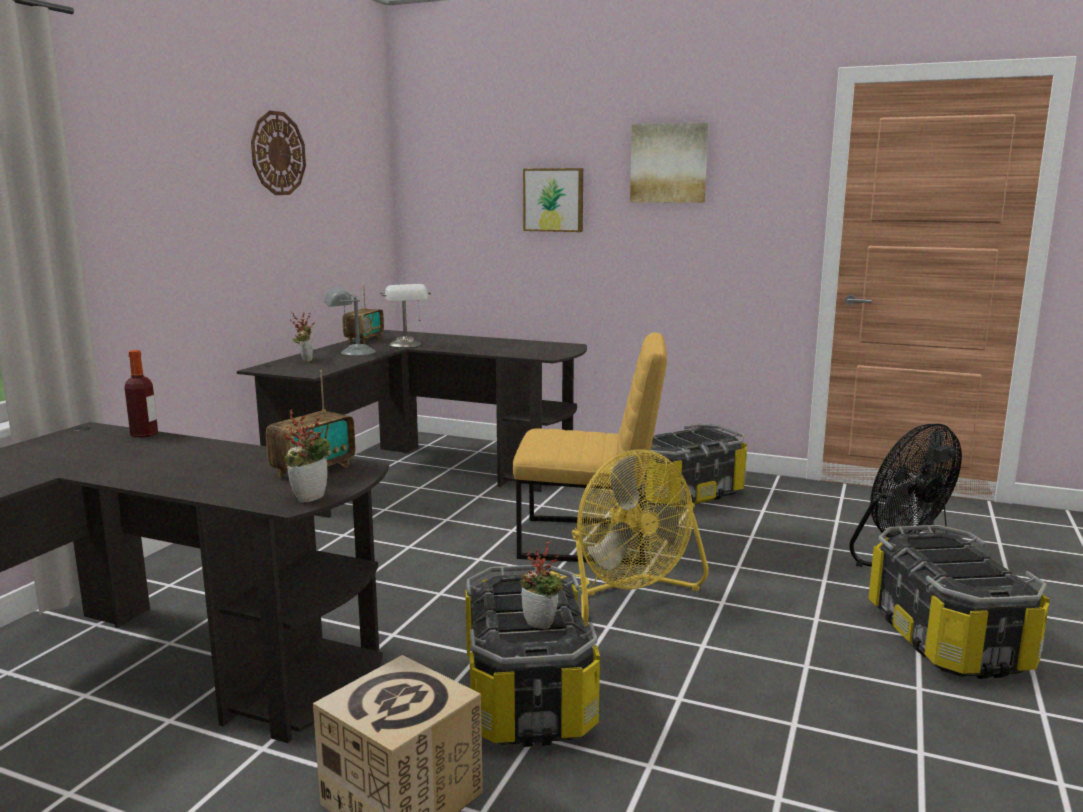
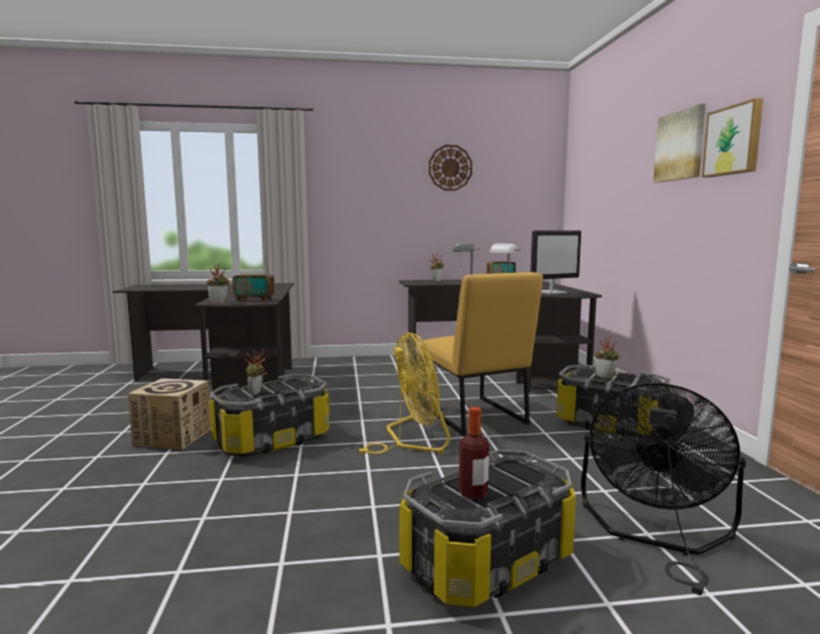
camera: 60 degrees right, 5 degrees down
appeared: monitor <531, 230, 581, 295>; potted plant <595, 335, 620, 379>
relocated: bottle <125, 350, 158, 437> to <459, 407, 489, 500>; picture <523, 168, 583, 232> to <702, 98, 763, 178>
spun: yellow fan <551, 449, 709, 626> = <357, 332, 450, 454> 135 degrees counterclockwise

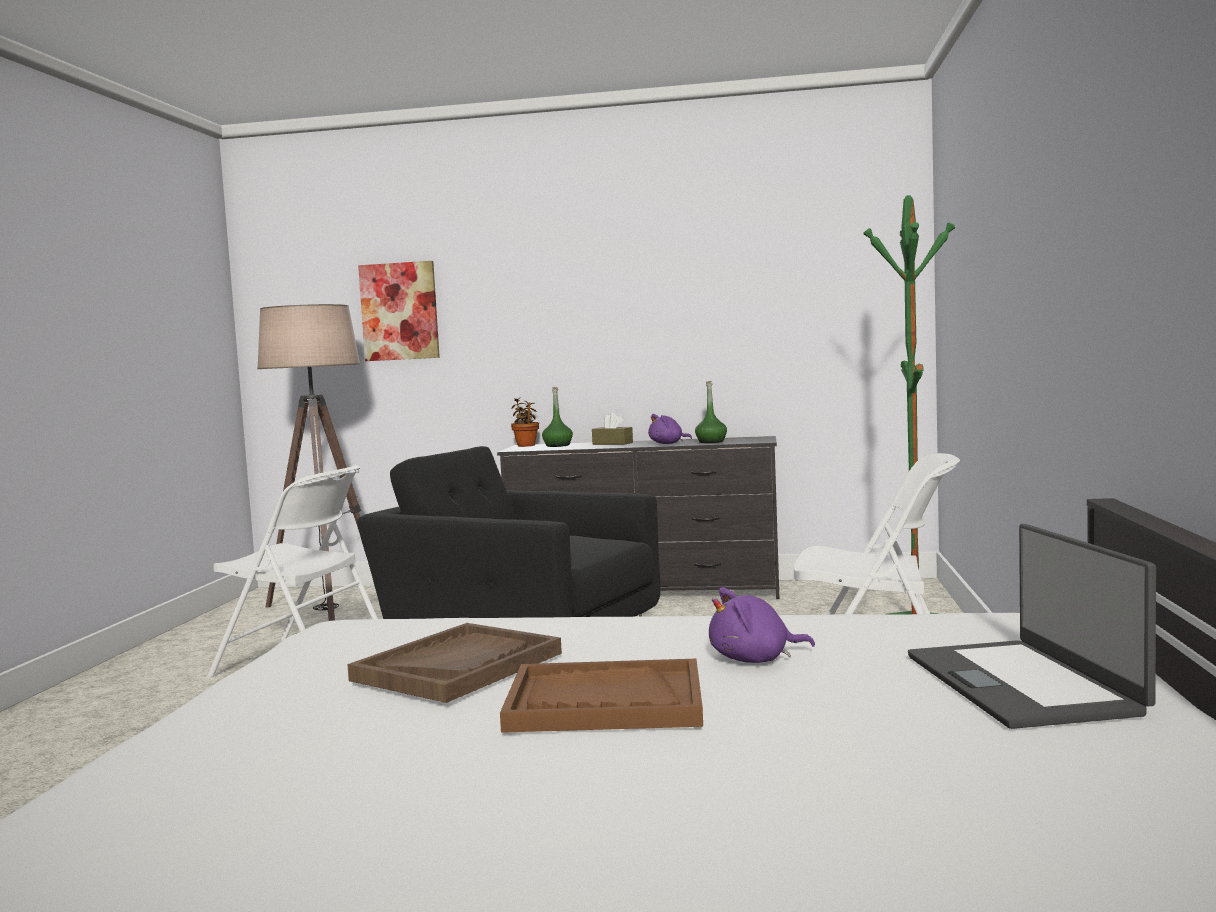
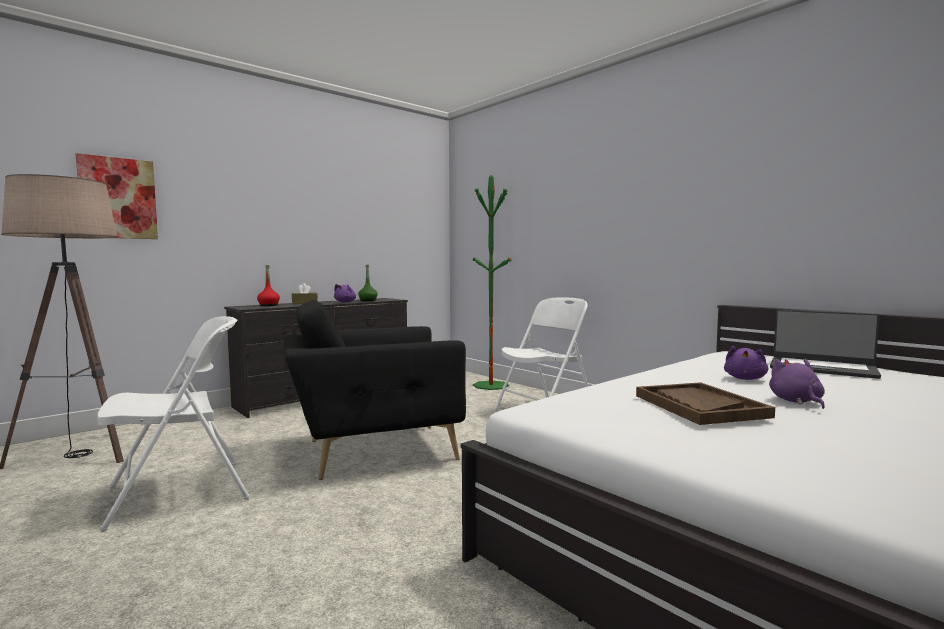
camera: 50 degrees left, 0 degrees up
missing: potted plant <511, 398, 539, 447>
exchanged: brown tray <500, 659, 703, 733> to purple plush toy <769, 359, 825, 409>
colour: green bottle <542, 387, 573, 447> to red bottle <257, 265, 280, 306>

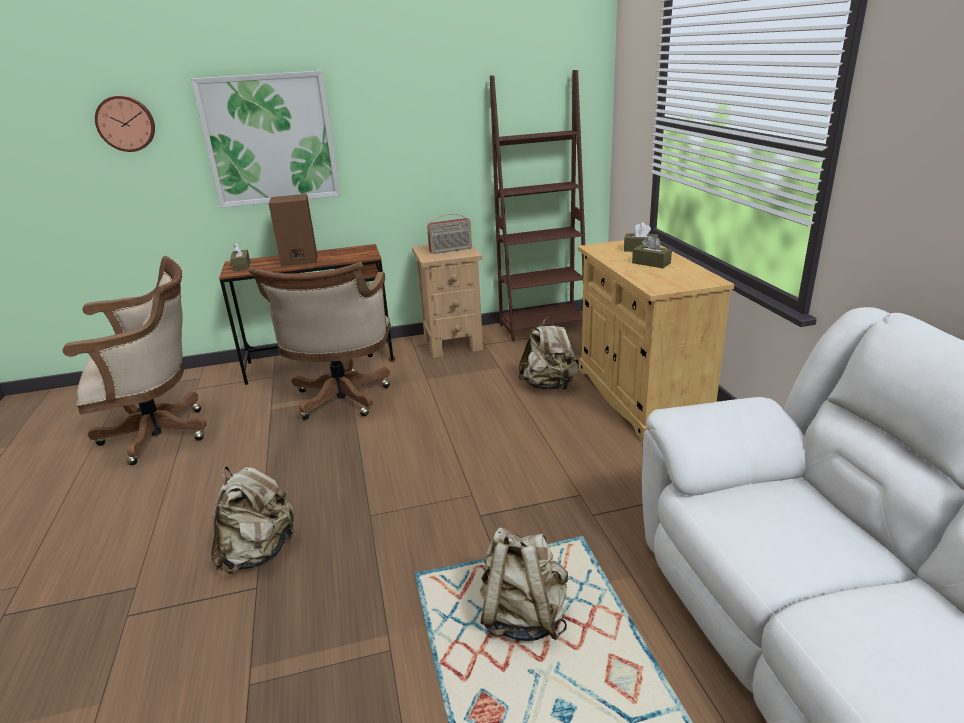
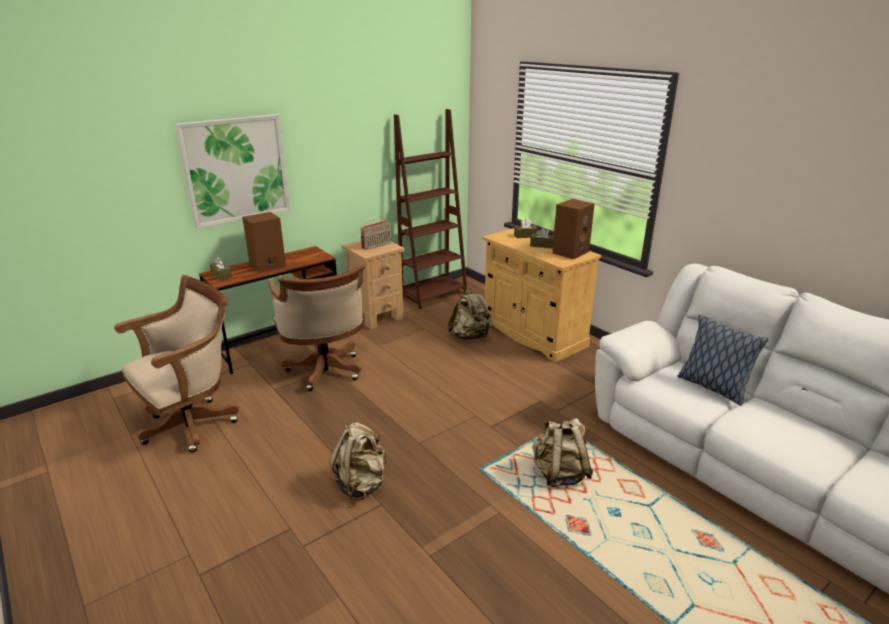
camera: 25 degrees left, 0 degrees up
missing: wall clock <95, 95, 155, 152>
appeared: brown speaker <552, 199, 595, 259>; pillow <677, 314, 768, 406>

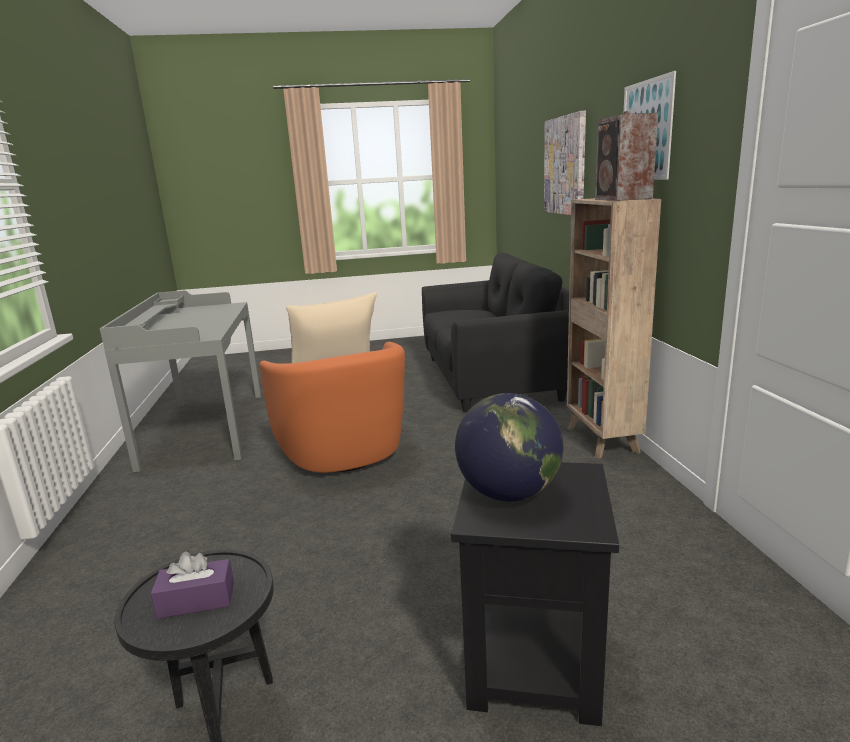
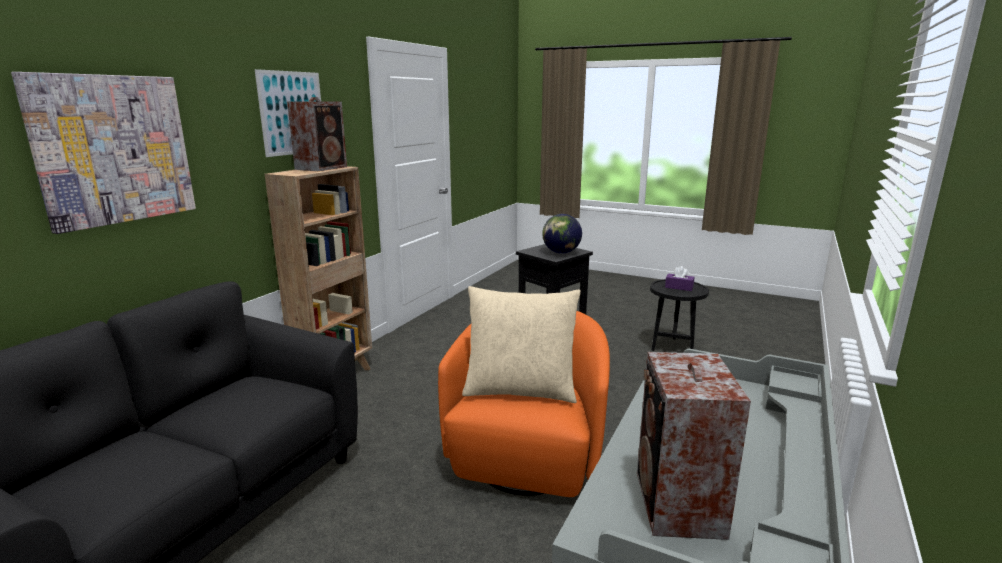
camera: 145 degrees left, 0 degrees up
appeared: speaker <637, 352, 751, 540>

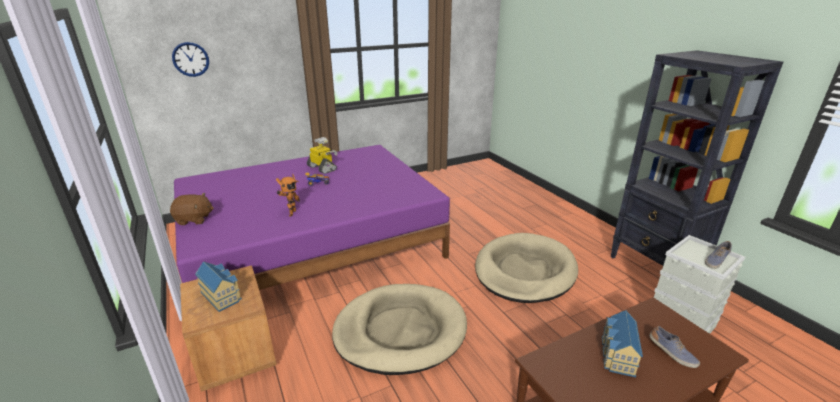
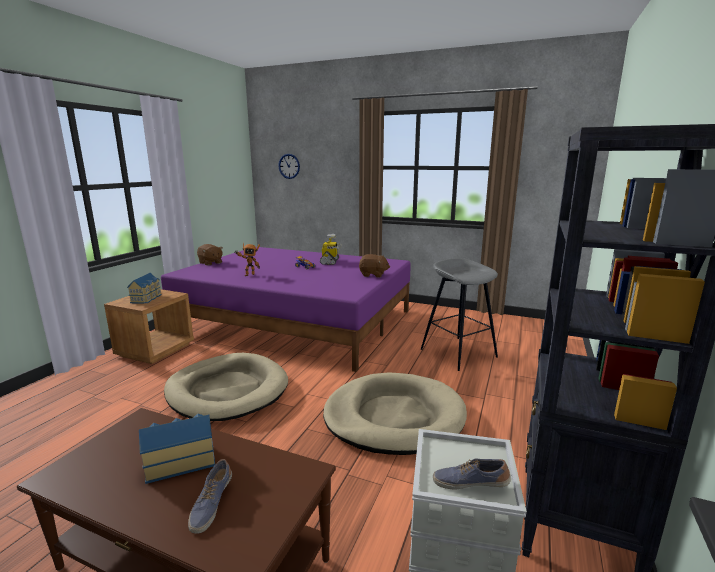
camera: 50 degrees right, 10 degrees down
appeared: brown plush toy <359, 254, 390, 278>; grey stool <421, 258, 498, 371>

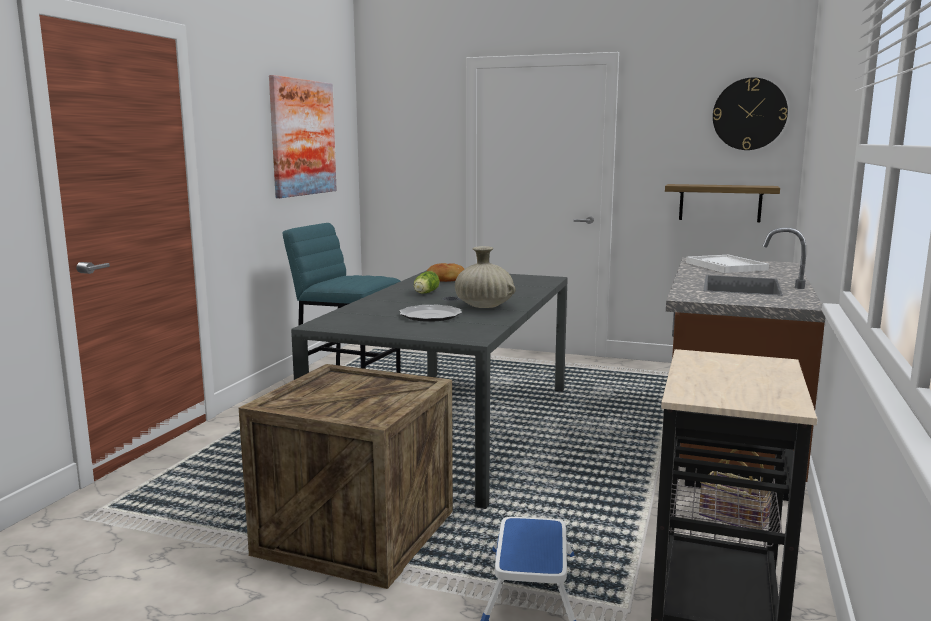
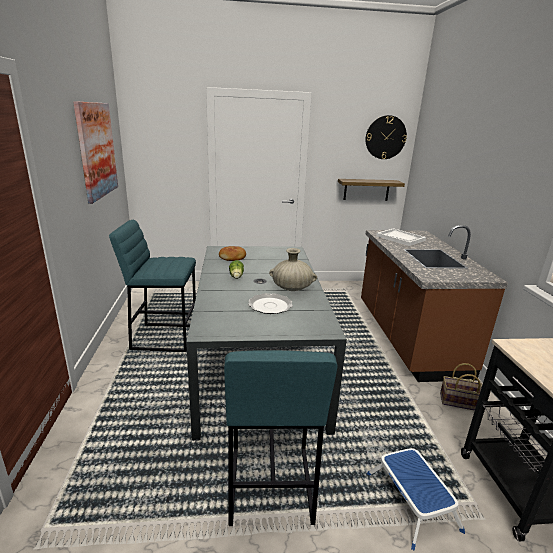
camera: 25 degrees left, 10 degrees up
exchanged: crate <239, 364, 453, 589> to turquoise stool <224, 350, 337, 526>

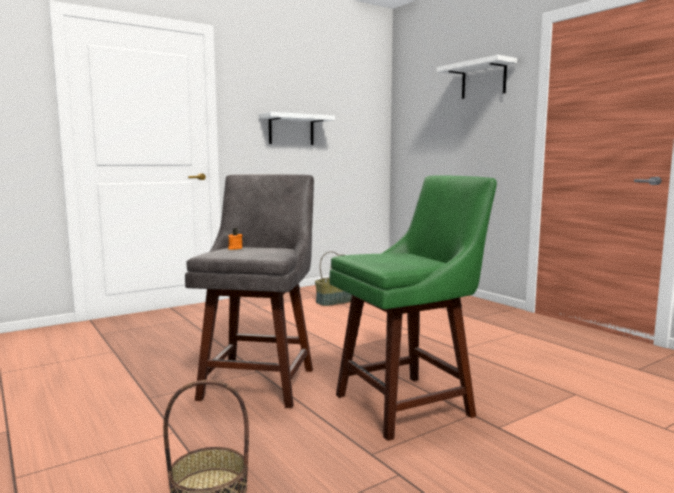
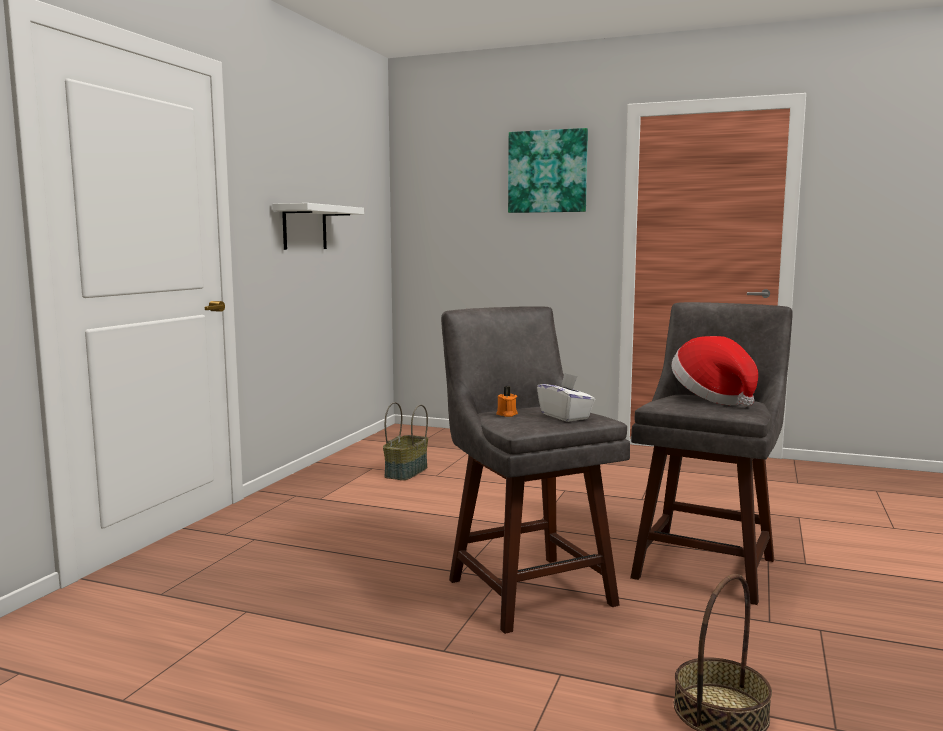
camera: 35 degrees left, 0 degrees up
appeared: white tissue box <537, 373, 595, 422>; hat <671, 336, 758, 407>
exchanged: white shelf <437, 55, 517, 99> to picture <508, 128, 588, 213>
colour: green stool <329, 175, 497, 441> to grey stool <630, 302, 793, 605>

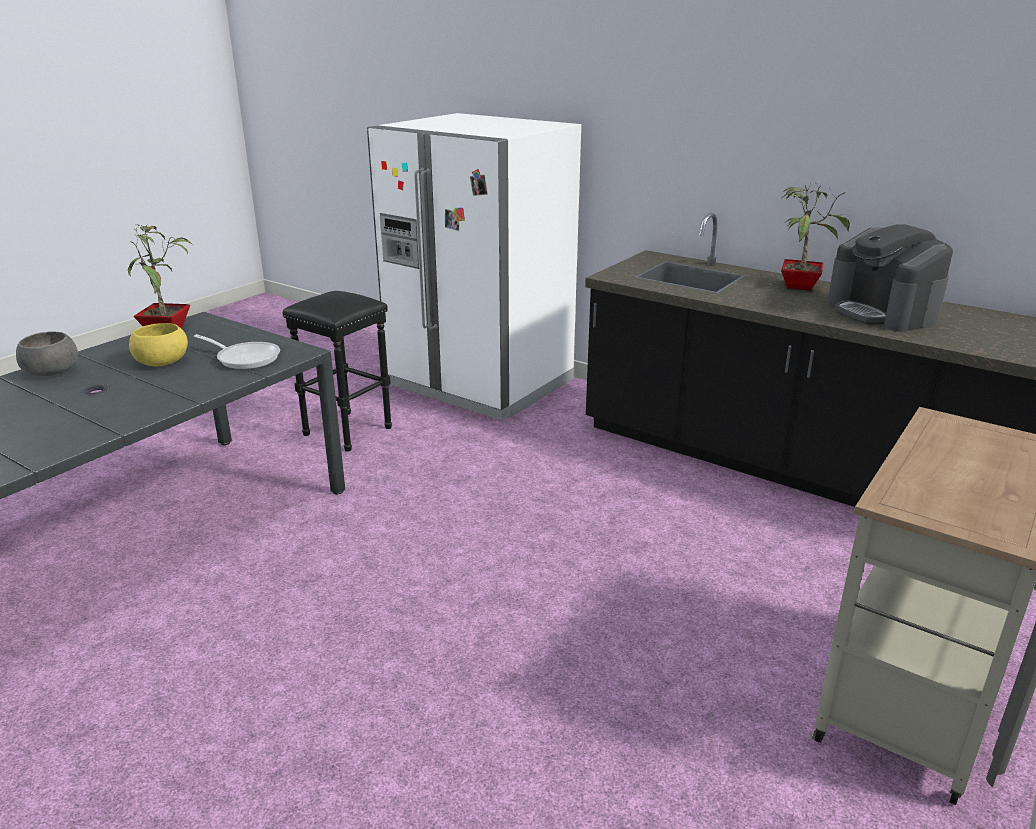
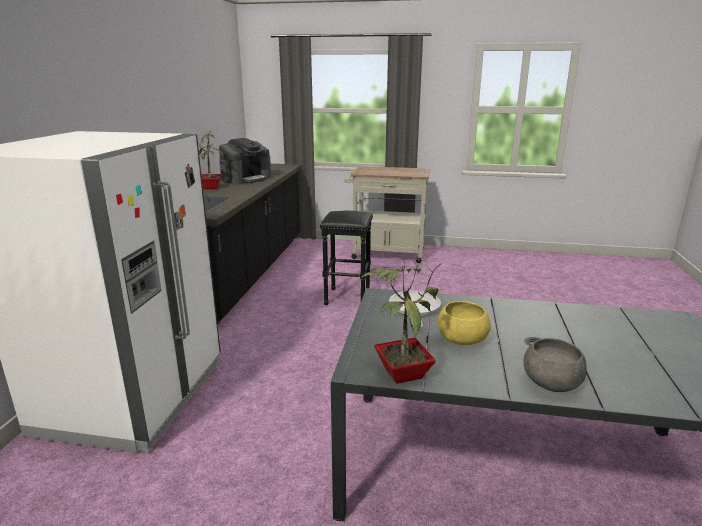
camera: 115 degrees left, 5 degrees down
relocated: black stool <283, 291, 392, 452> to <320, 211, 373, 305>

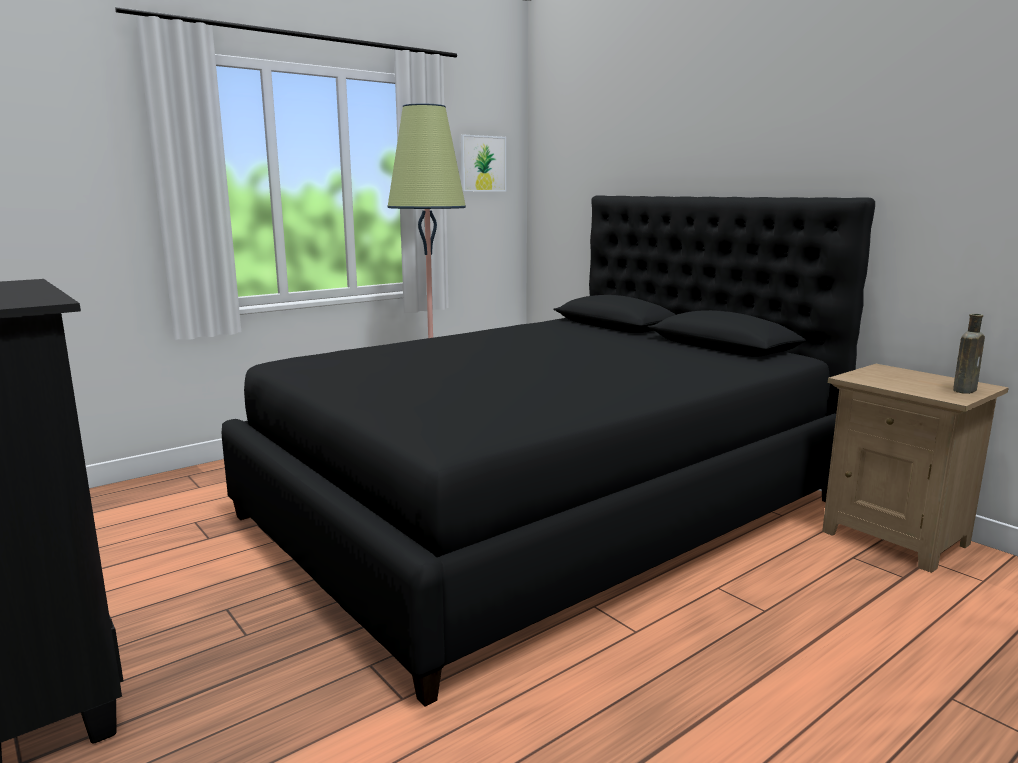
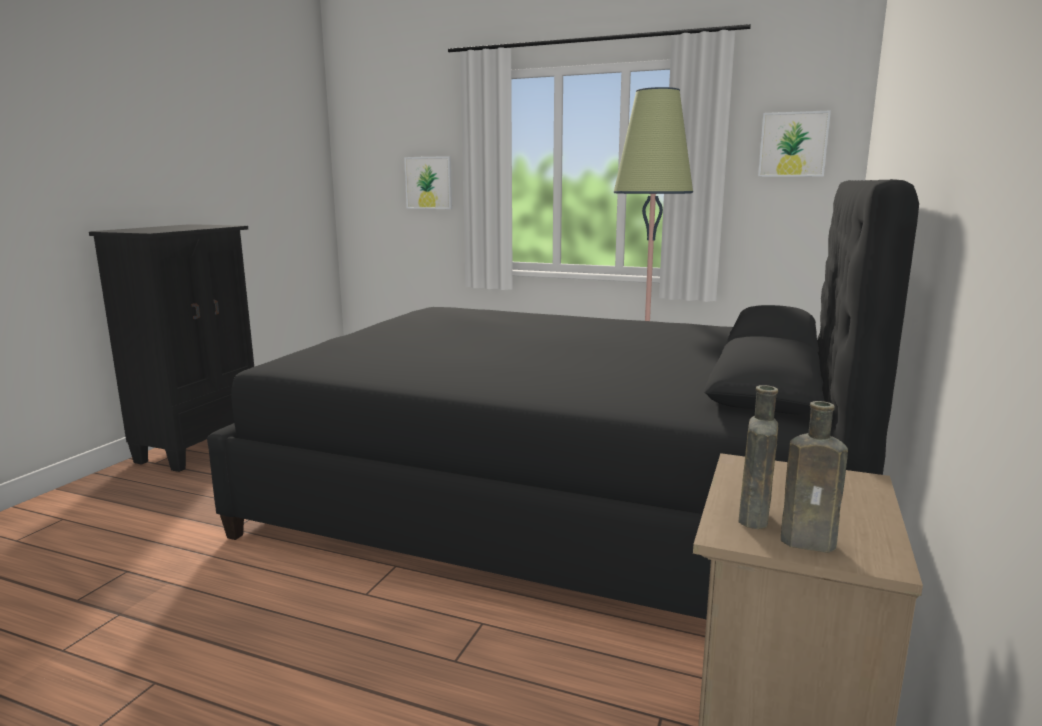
camera: 60 degrees right, 0 degrees up
appeared: picture <404, 156, 452, 209>; brown bottle <739, 385, 778, 529>

